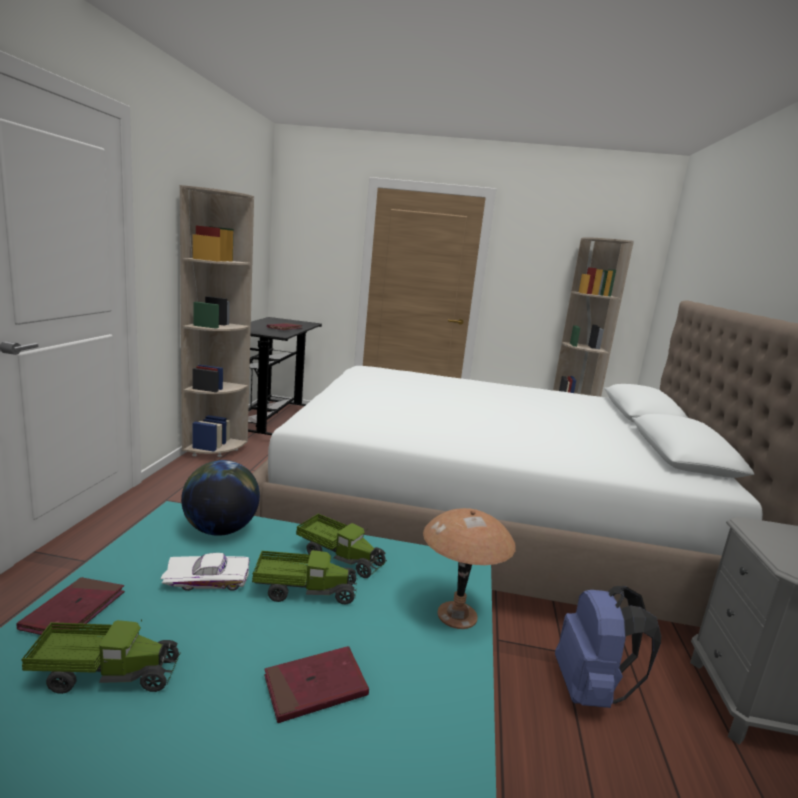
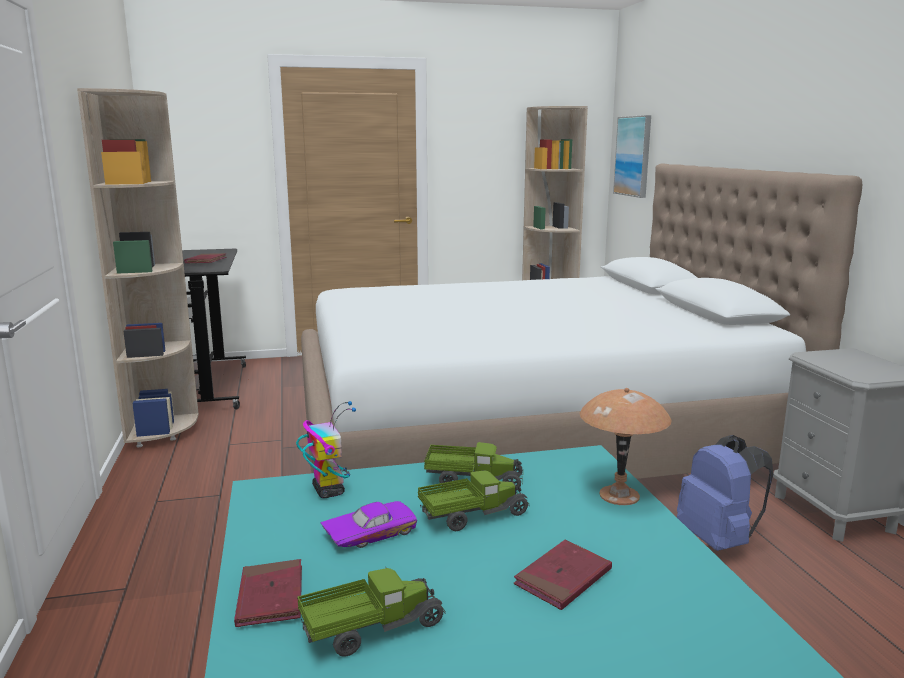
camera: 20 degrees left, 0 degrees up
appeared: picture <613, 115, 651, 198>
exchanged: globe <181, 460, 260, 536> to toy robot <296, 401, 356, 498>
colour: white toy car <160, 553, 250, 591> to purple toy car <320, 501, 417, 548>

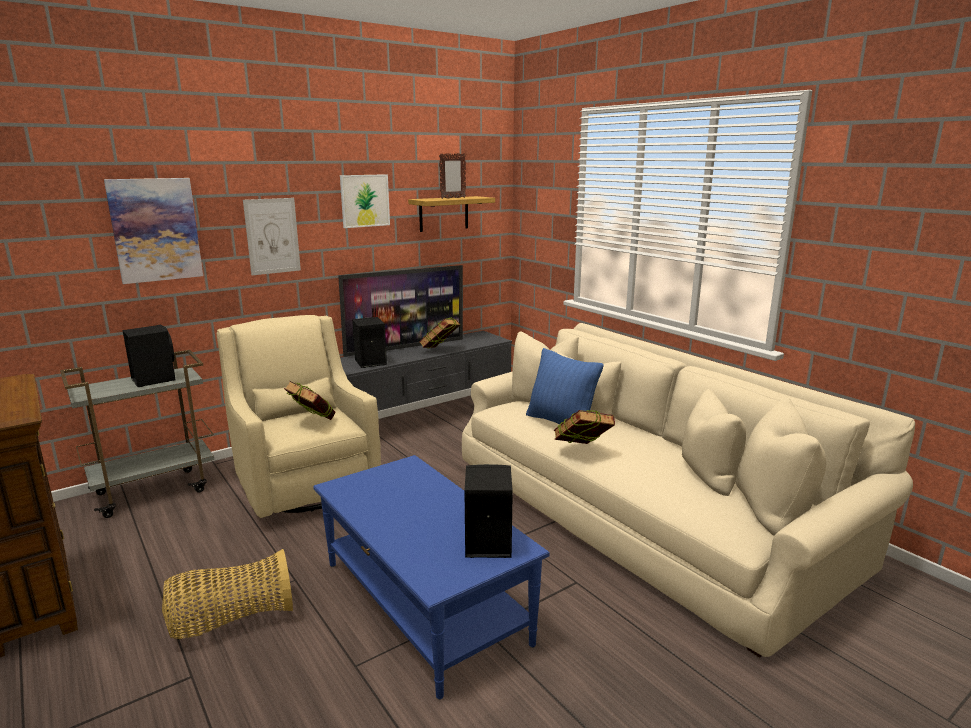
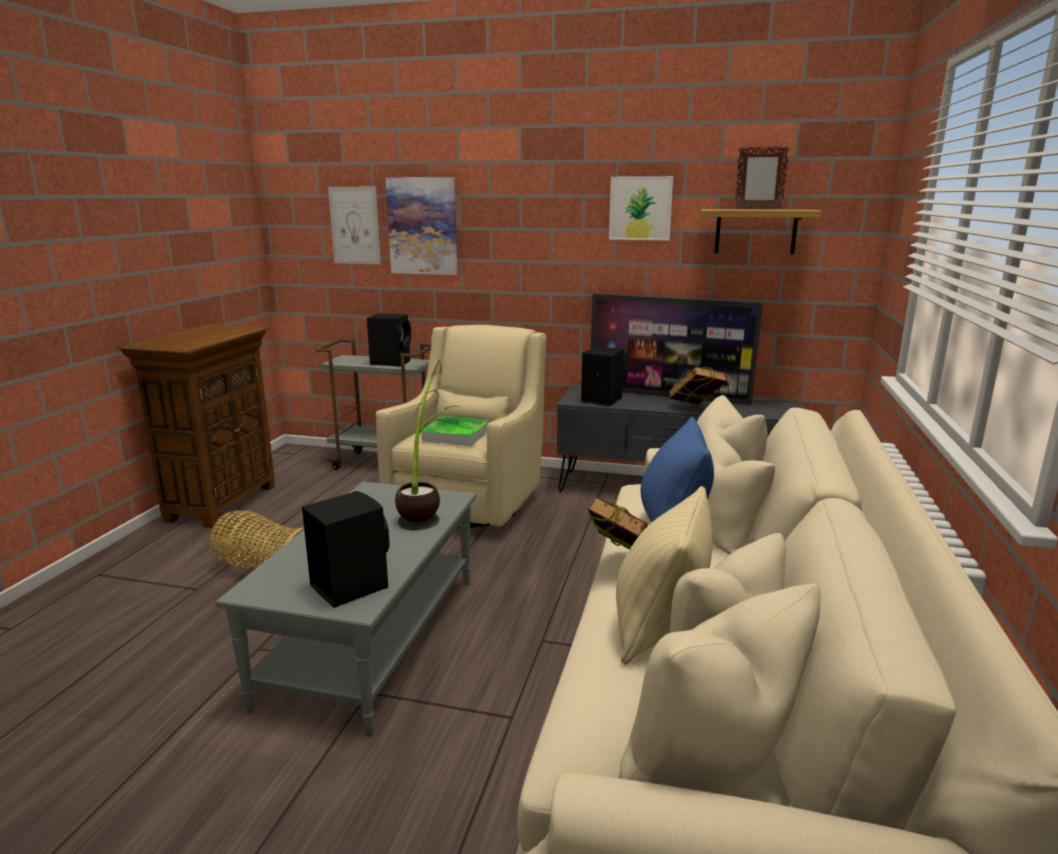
camera: 50 degrees right, 0 degrees up
appeared: potted plant <395, 360, 461, 530>; beige pillow <616, 486, 712, 665>
relocated: picture <243, 198, 301, 275> to <328, 187, 381, 264>
exchanged: book <284, 380, 336, 420> to tray <421, 416, 489, 446>
colour: blue coffee table <313, 455, 550, 700> to grey coffee table <215, 482, 477, 737>

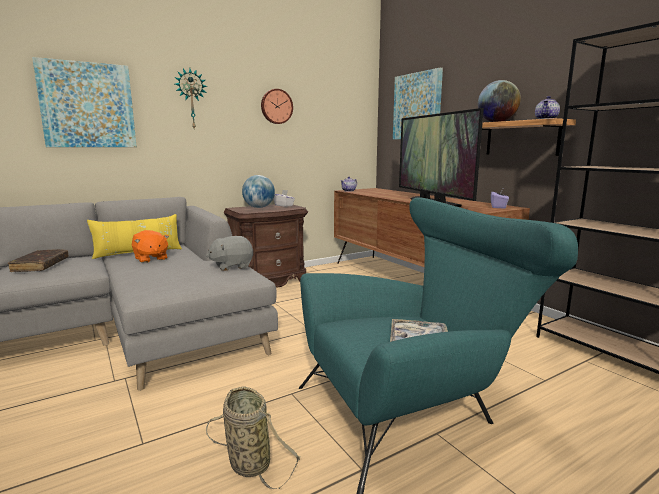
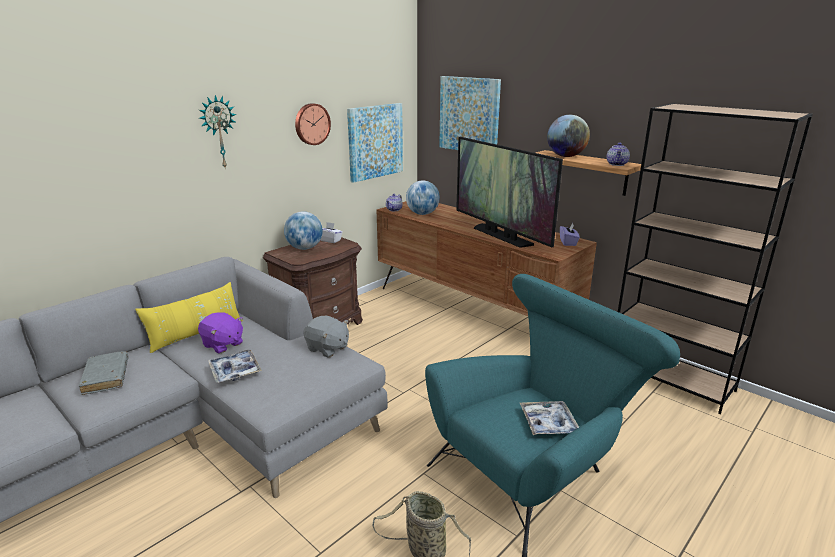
camera: 15 degrees left, 10 degrees up
appeared: tray <208, 349, 262, 383>; globe <406, 180, 440, 215>
relocated: picture <32, 57, 137, 147> to <347, 103, 403, 183>
colour: brown book <8, 249, 68, 272> to grey book <79, 351, 129, 395>; orange plush toy <132, 230, 169, 263> to purple plush toy <198, 312, 243, 353>
spun: grey plush toy <206, 236, 253, 271> = <303, 316, 349, 358> 105 degrees counterclockwise

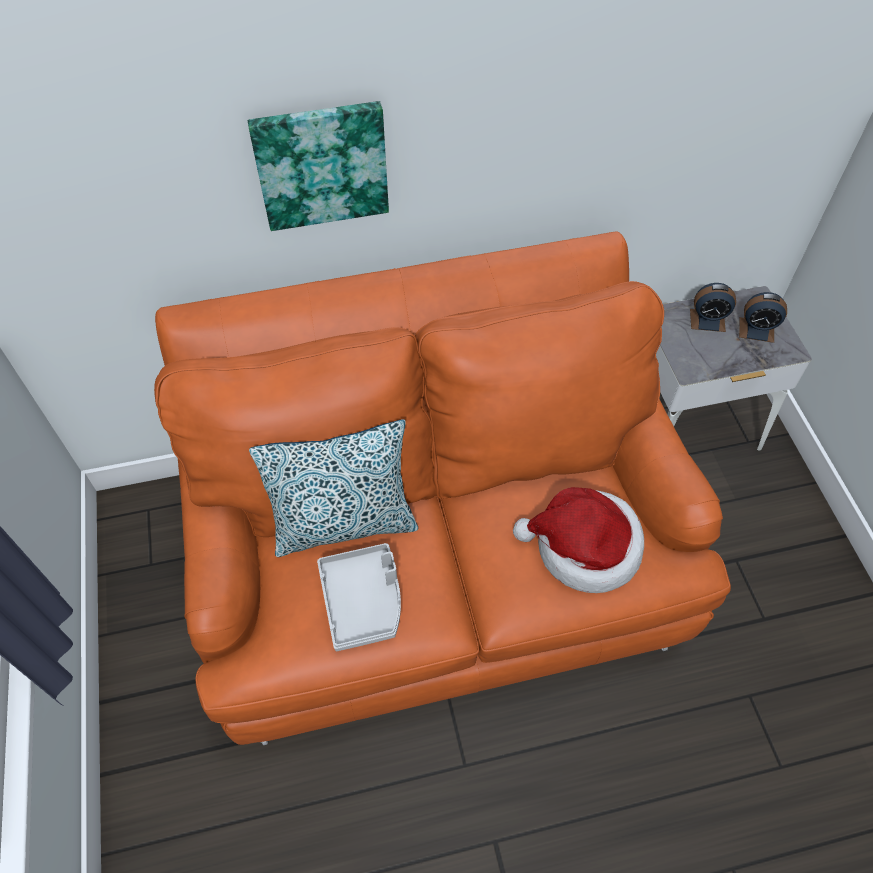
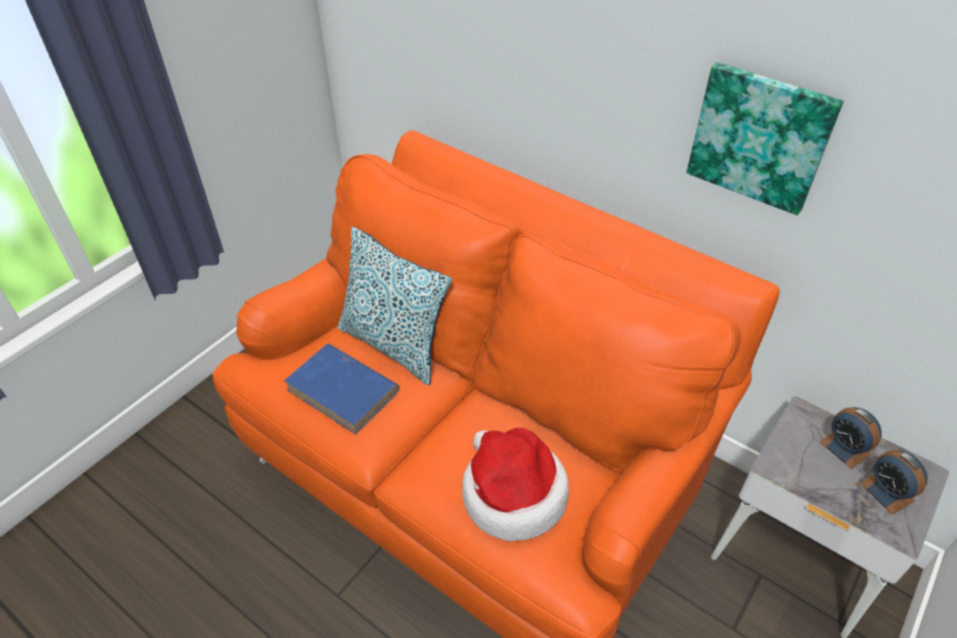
camera: 50 degrees right, 10 degrees down
relocated: picture <248, 101, 389, 231> to <687, 62, 844, 215>
exchanged: grey tray <317, 543, 401, 651> to blue book <284, 344, 399, 435>

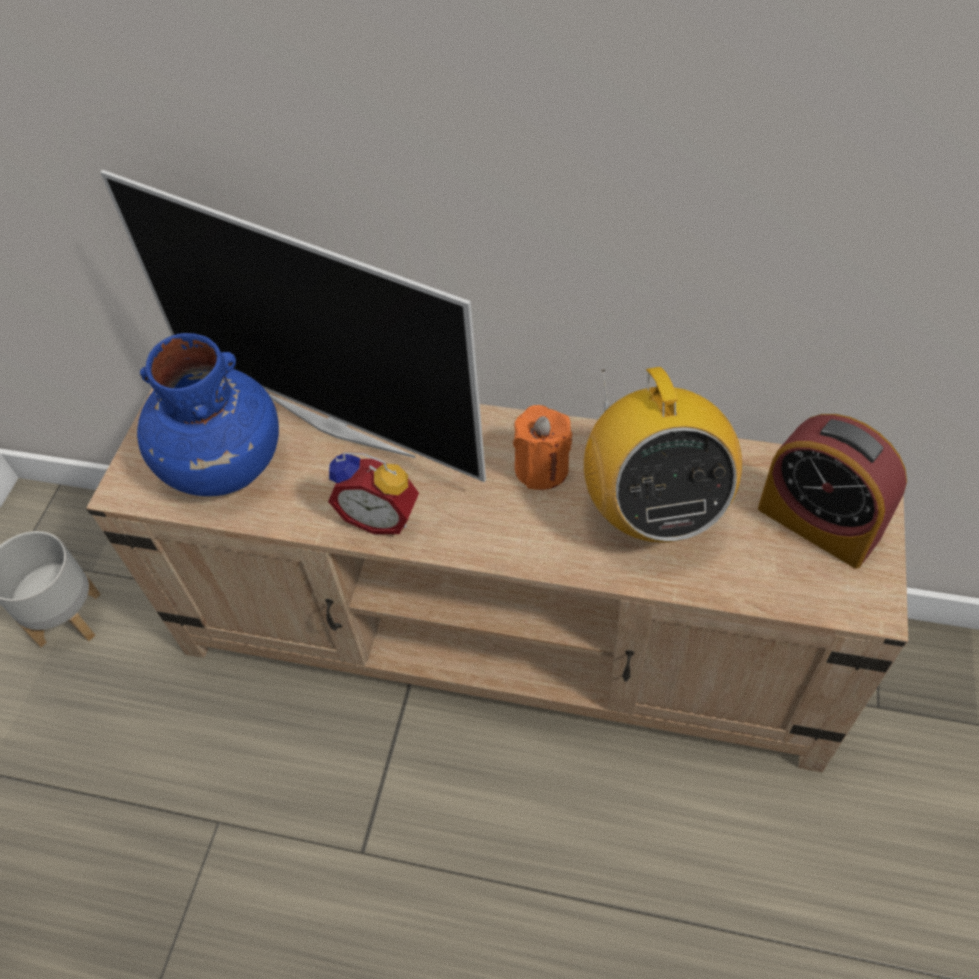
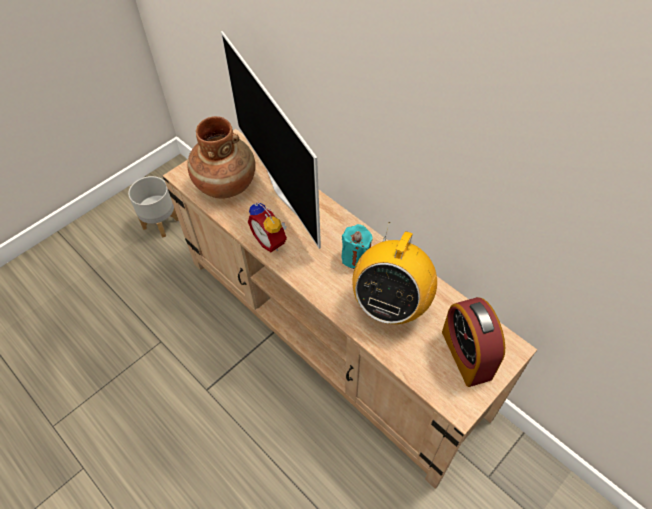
camera: 30 degrees right, 0 degrees up
colour: blue vase <137, 333, 279, 496> to brown vase <187, 116, 255, 199>; orange candle <513, 405, 572, 490> to turquoise candle <342, 224, 373, 269>

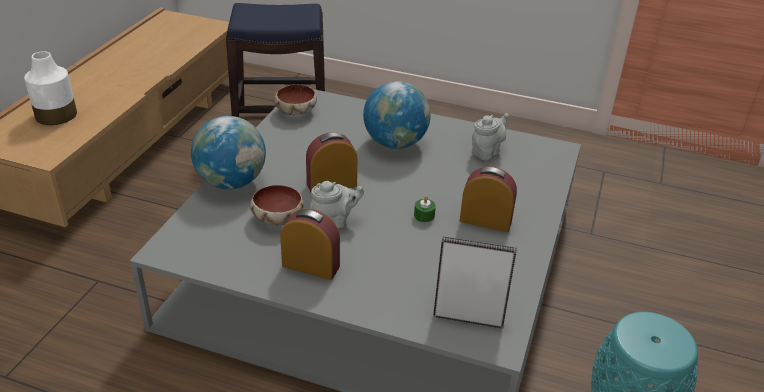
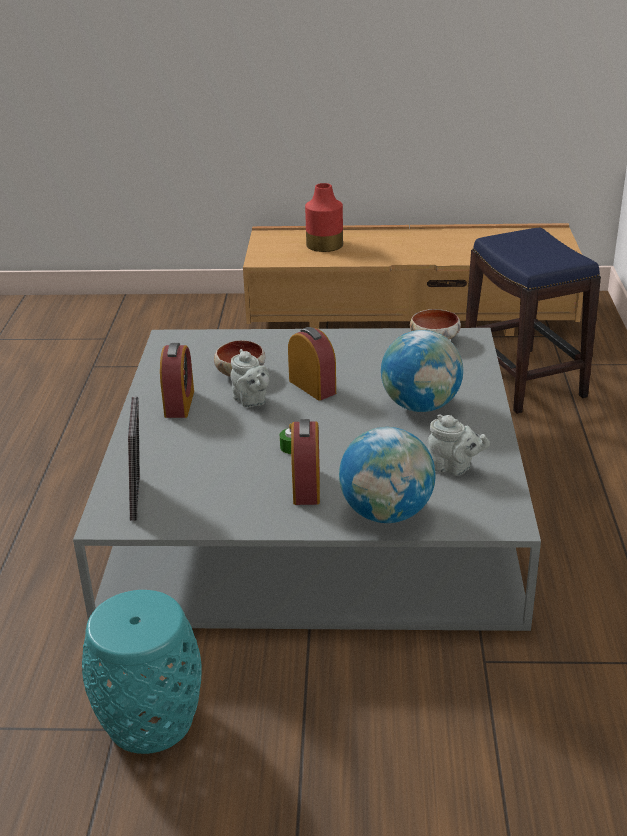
camera: 75 degrees right, 5 degrees down
relocated: globe <191, 116, 266, 189> to <339, 427, 436, 523>
colour: white vase <24, 51, 77, 125> to red vase <305, 183, 343, 252>

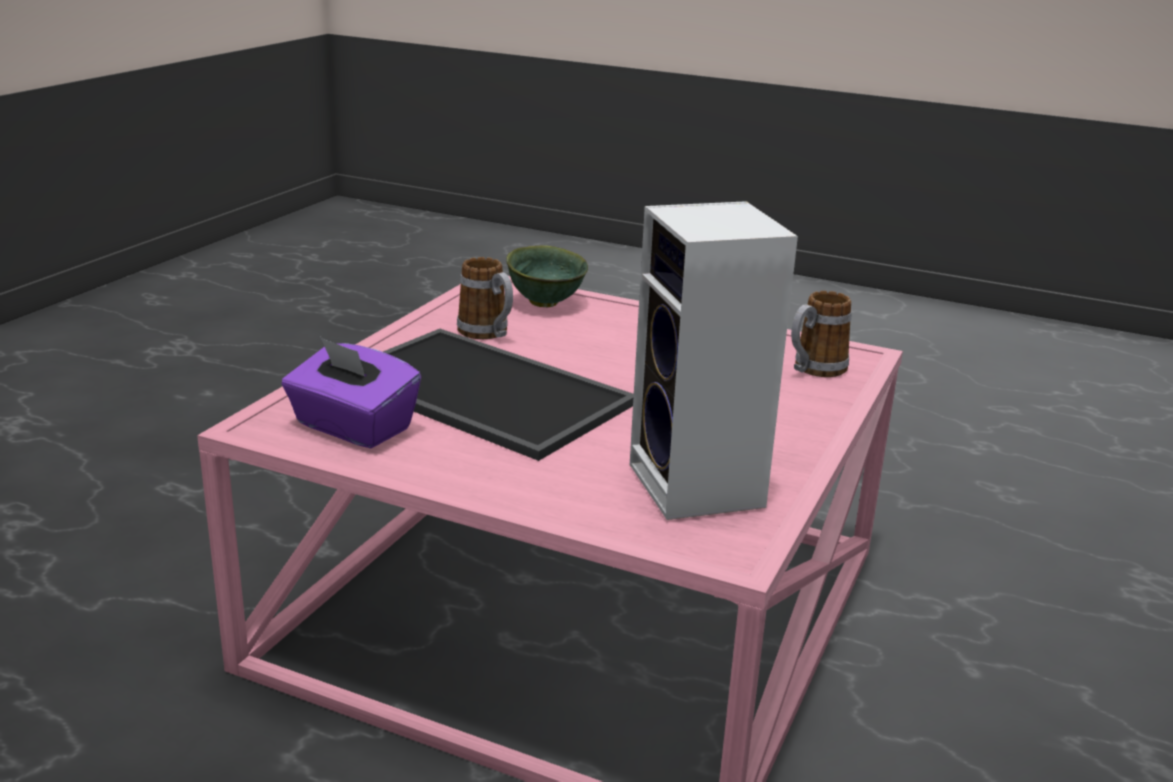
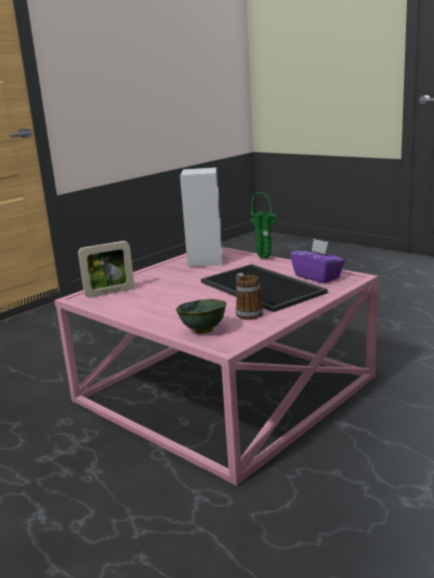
camera: 160 degrees left, 5 degrees down
appeared: green vase <250, 192, 277, 259>
exchanged: mug <791, 291, 852, 377> to picture frame <78, 241, 134, 298>

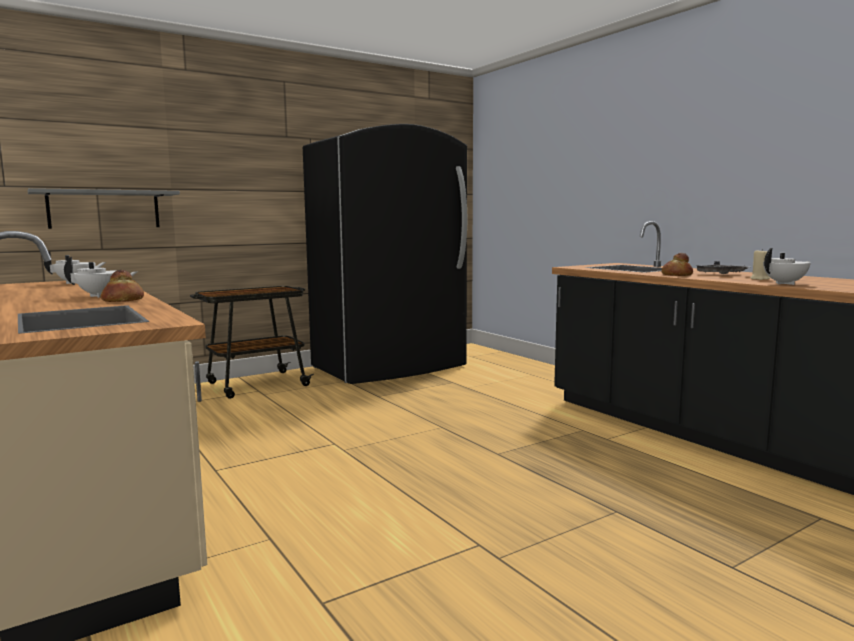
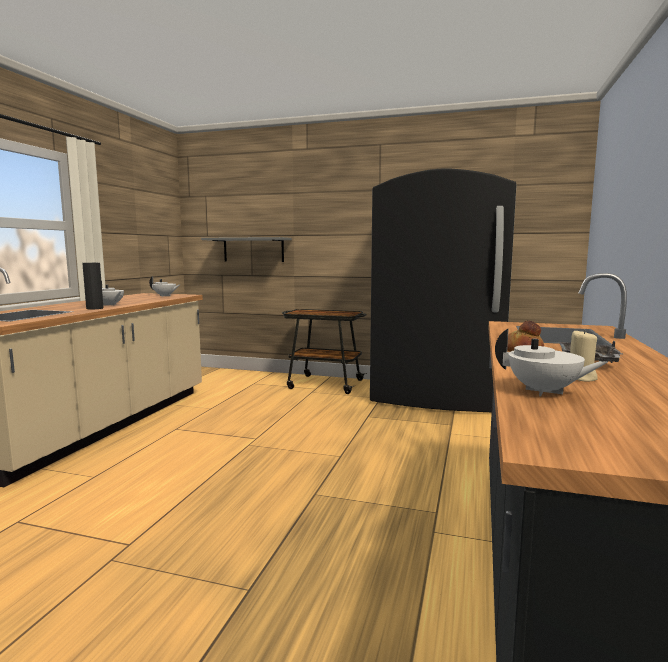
camera: 50 degrees right, 0 degrees up
exchanged: bread <100, 270, 144, 302> to black vase <82, 263, 103, 309>

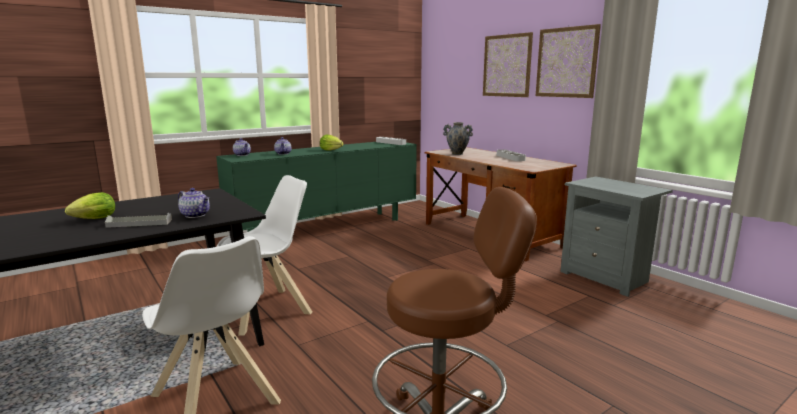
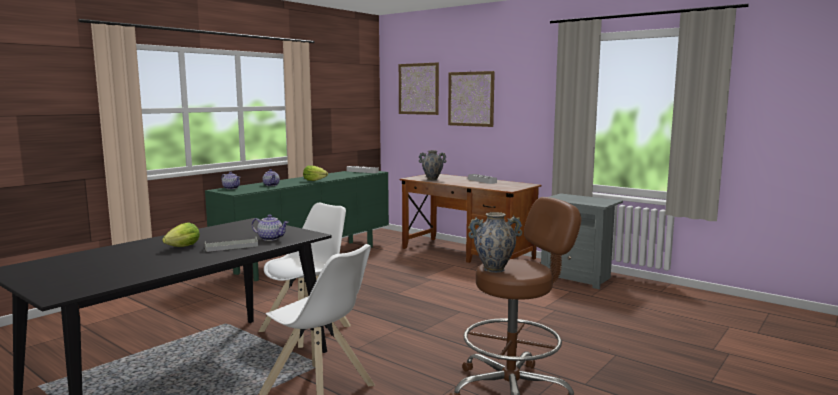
camera: 15 degrees left, 5 degrees down
appeared: vase <468, 212, 522, 273>
relocated: picture <536, 24, 601, 98> to <399, 62, 439, 115>

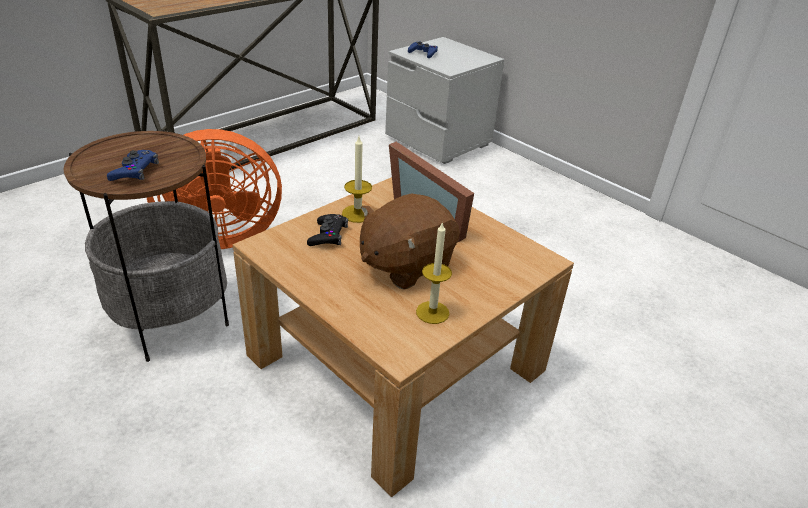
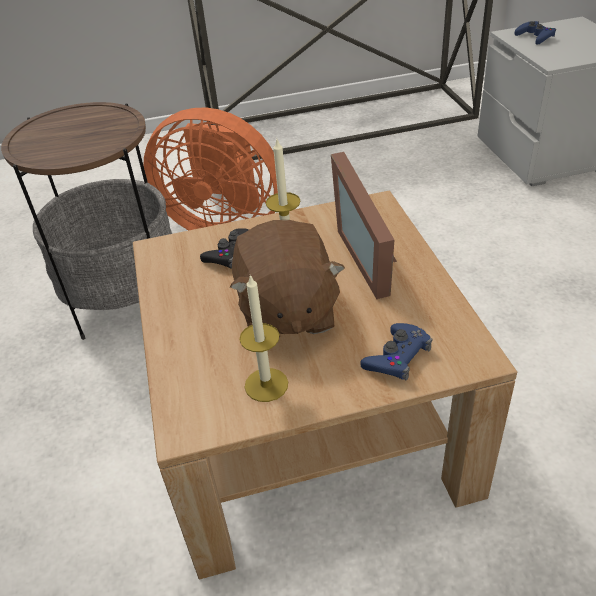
camera: 35 degrees right, 5 degrees up
relocated: blue game controller <107, 150, 159, 181> to <360, 323, 433, 380>
spun: brown plush toy <360, 194, 460, 290> = <230, 220, 345, 338> 90 degrees counterclockwise

